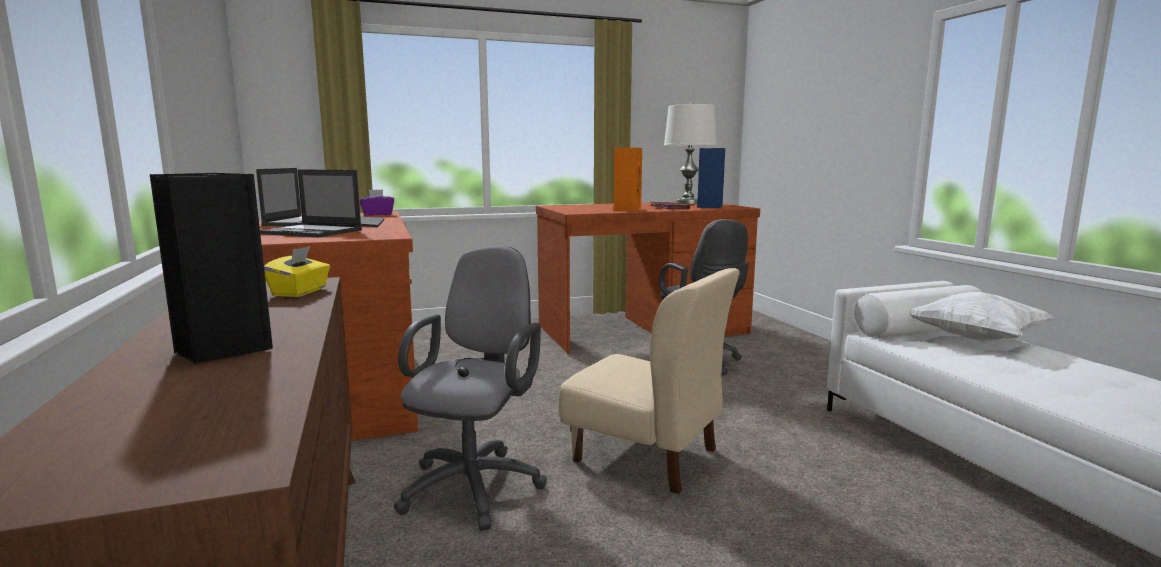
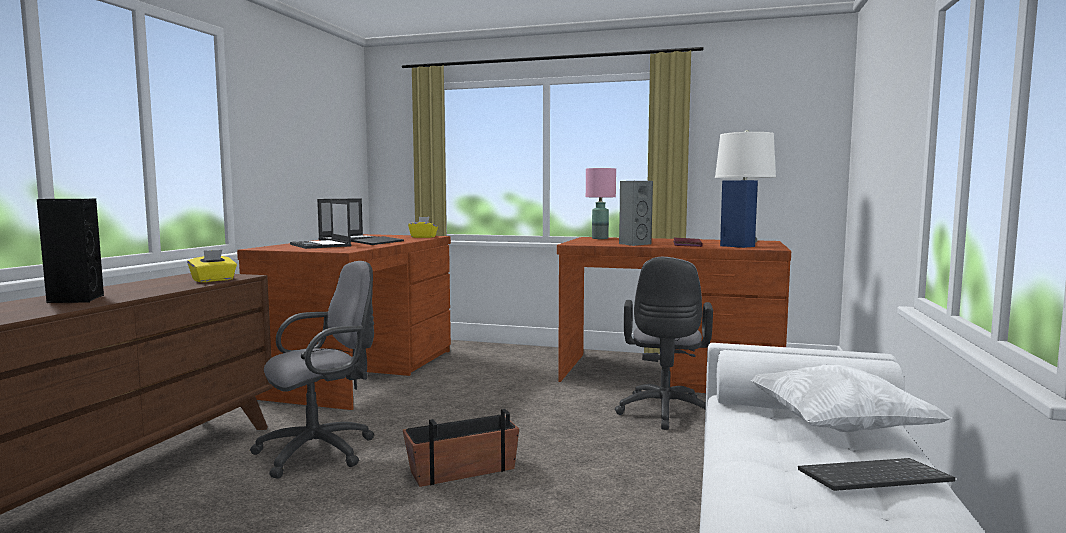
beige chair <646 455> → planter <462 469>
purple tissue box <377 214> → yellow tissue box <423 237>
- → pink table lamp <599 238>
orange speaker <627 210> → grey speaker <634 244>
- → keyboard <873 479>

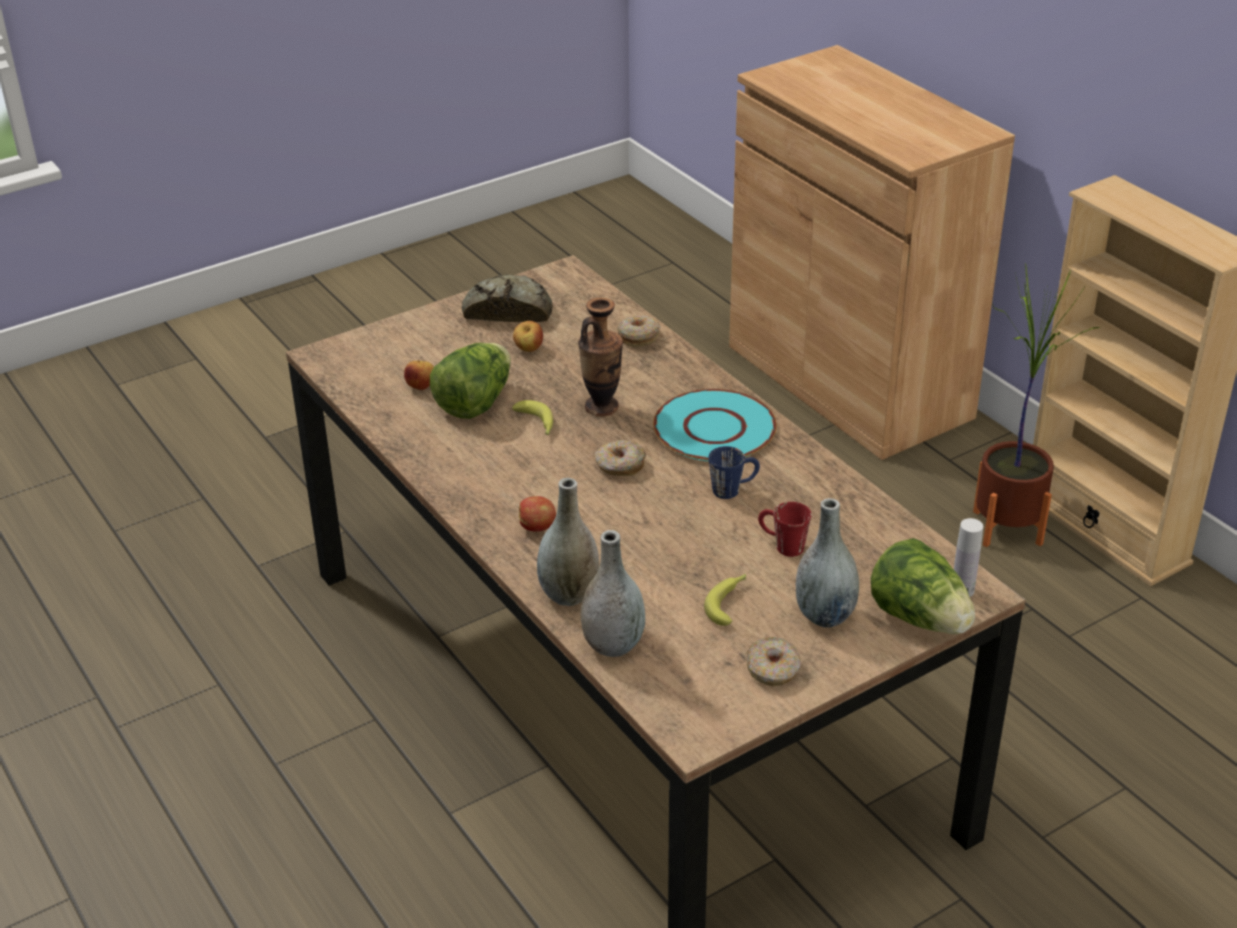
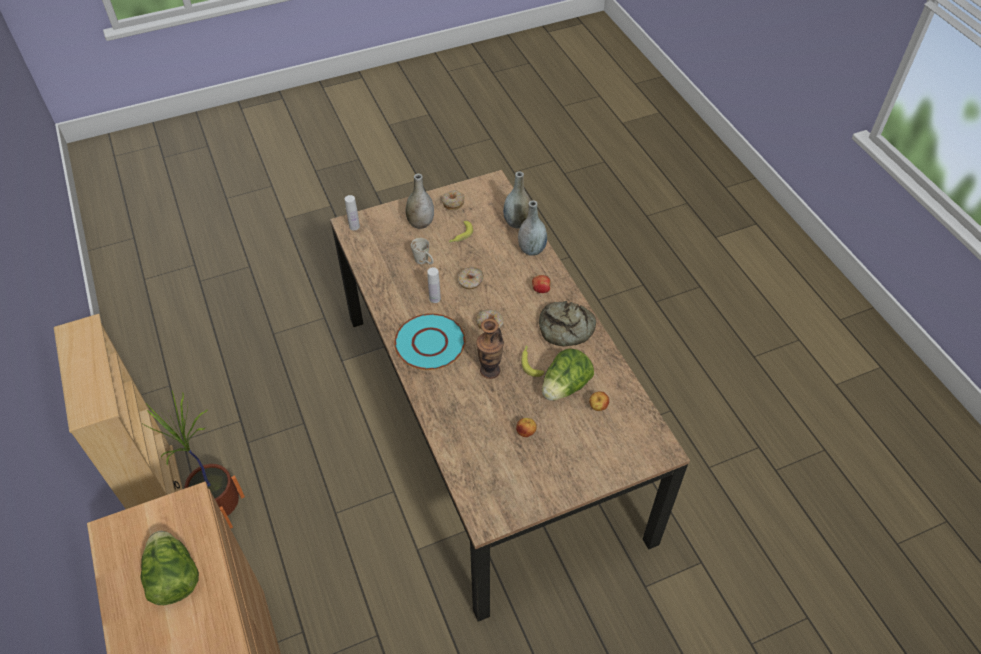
lettuce <920 618> → lettuce <173 577>, relocated
red mug <781 545> → white mug <424 261>
blue mug <733 489> → white bottle <435 298>
donut <638 337> → donut <470 281>, relocated
bread <508 310> → bread <566 329>, relocated

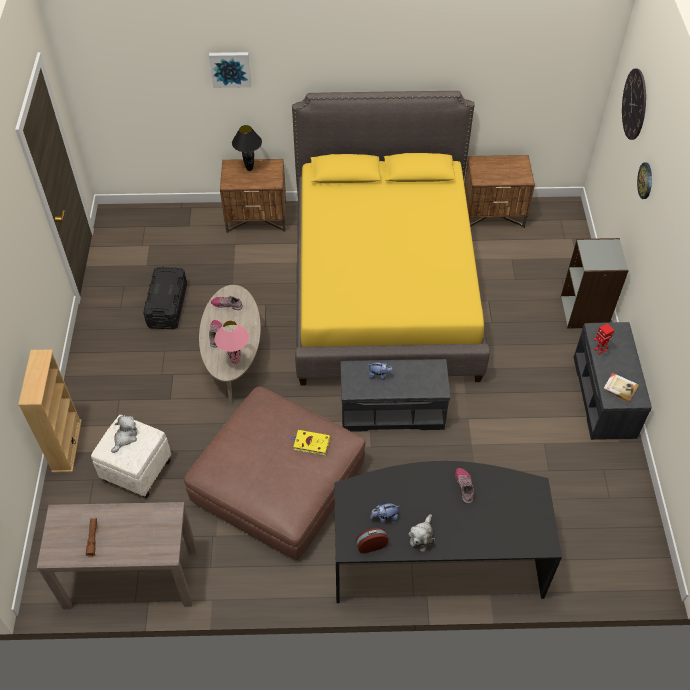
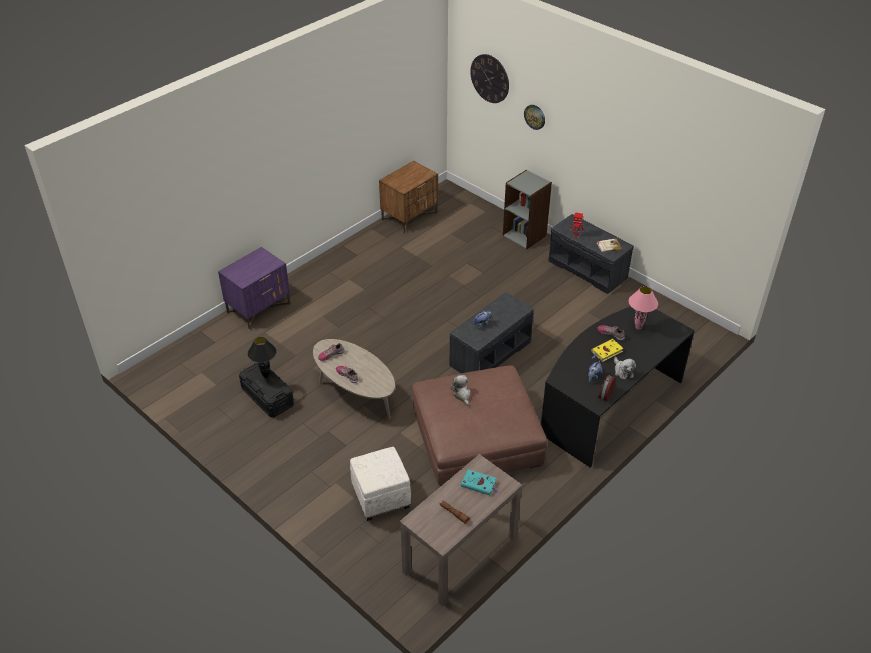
brown nightstand <257 218> → purple nightstand <259 308>
black table lamp <249 169> → black table lamp <265 376>, relocated
plush toy <125 437> → plush toy <461 395>, relocated
- → turquoise book <479 484>
yellow book <310 443> → yellow book <606 352>, relocated
pink table lamp <235 362> → pink table lamp <638 328>, relocated
beige bookcase <66 445> → -
picture <230 68> → -
yellow bed <384 286> → -

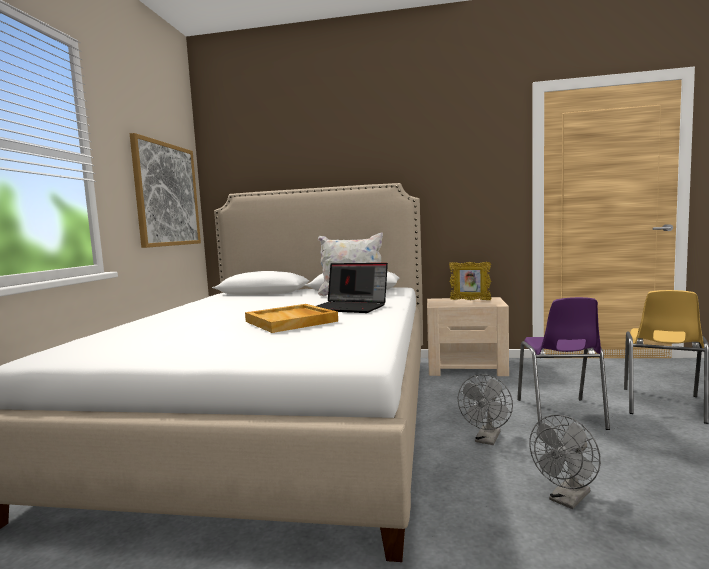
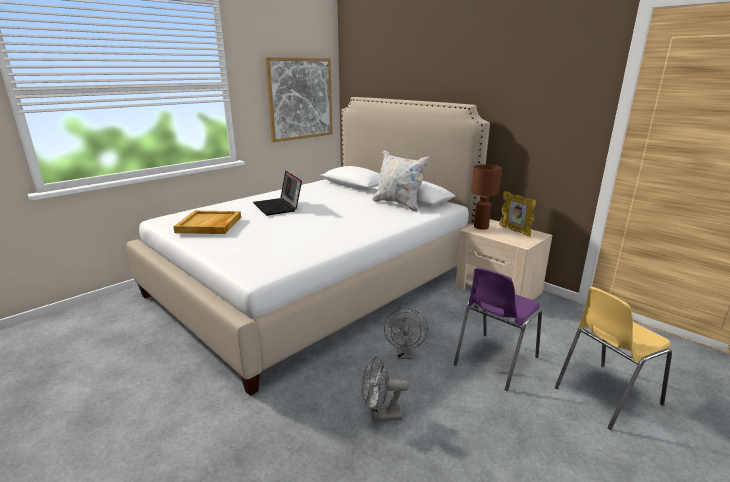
beige tray <291 321> → beige tray <209 225>, relocated
laptop <350 307> → laptop <278 207>, relocated
grey fan <487 440> → grey fan <405 354>, 60 degrees counterclockwise
- → brown table lamp <481 227>

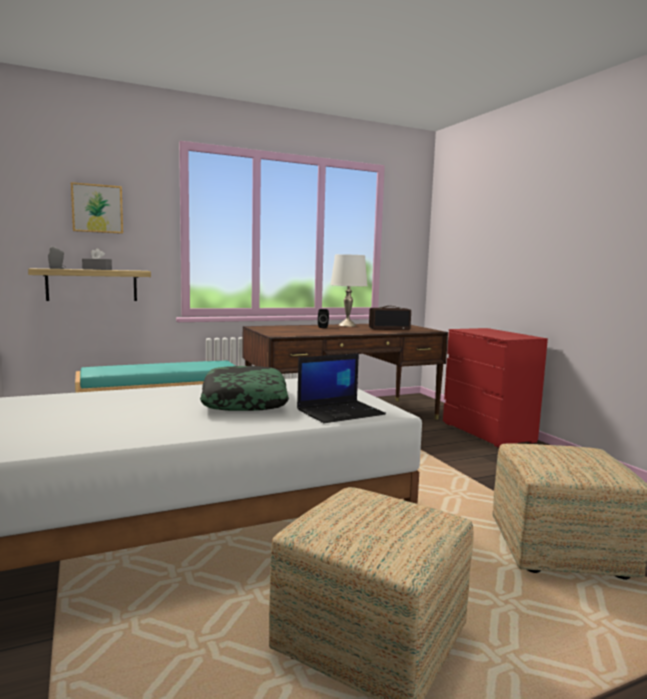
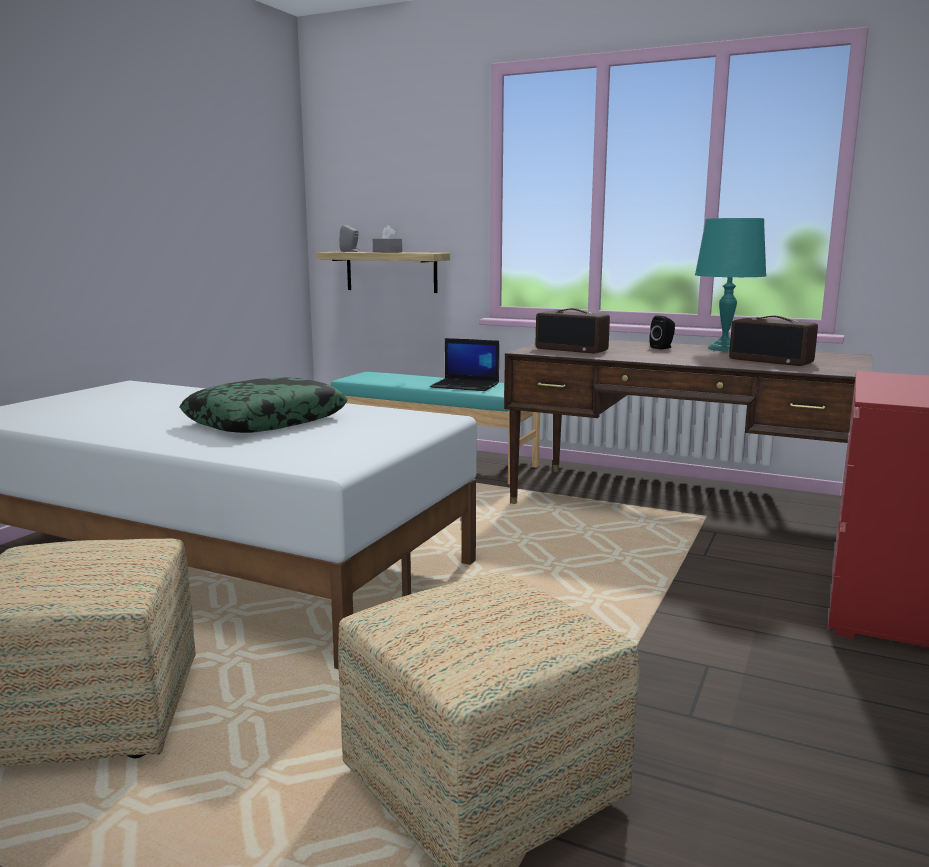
laptop <341 412> → laptop <466 385>, relocated
- → radio <572 349>
white table lamp <347 325> → turquoise table lamp <724 349>
picture <97 208> → -

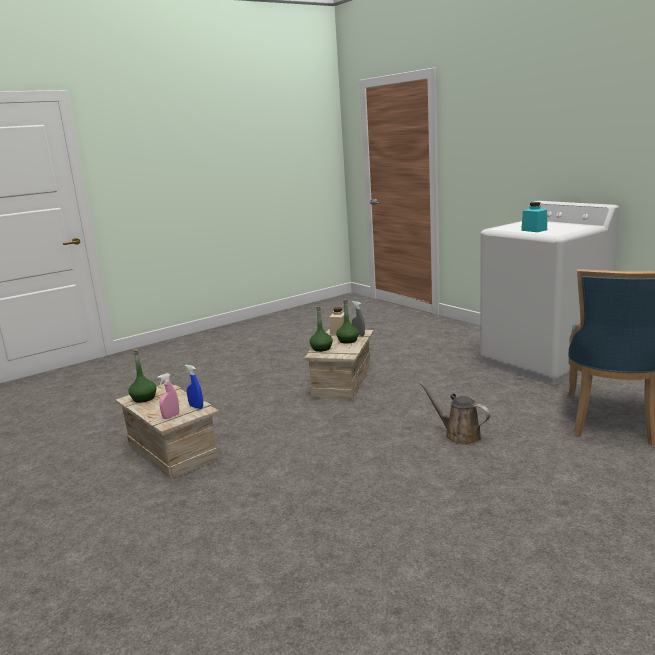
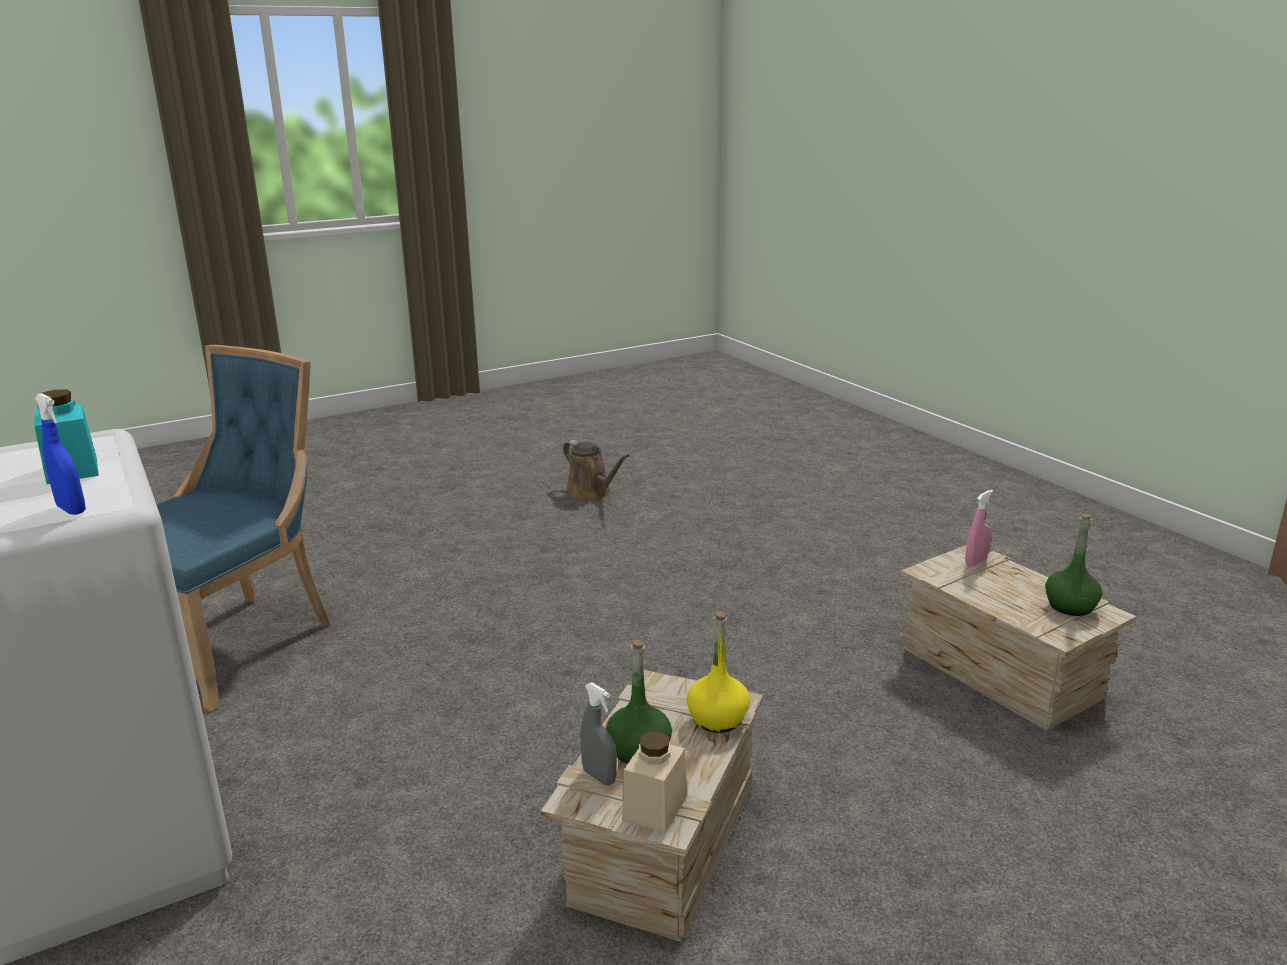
blue spray bottle <196 407> → blue spray bottle <71 509>, relocated
brown watering can <459 435> → brown watering can <591 493>, relocated
green bottle <321 348> → yellow bottle <718 719>

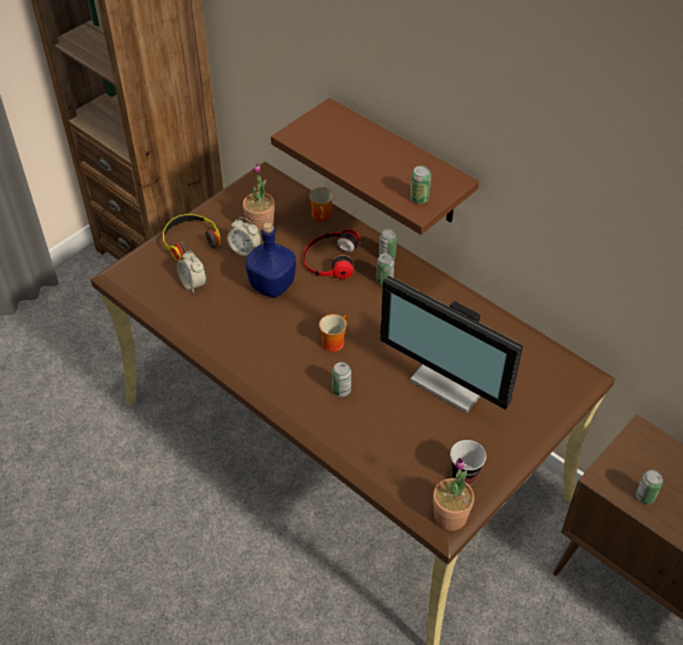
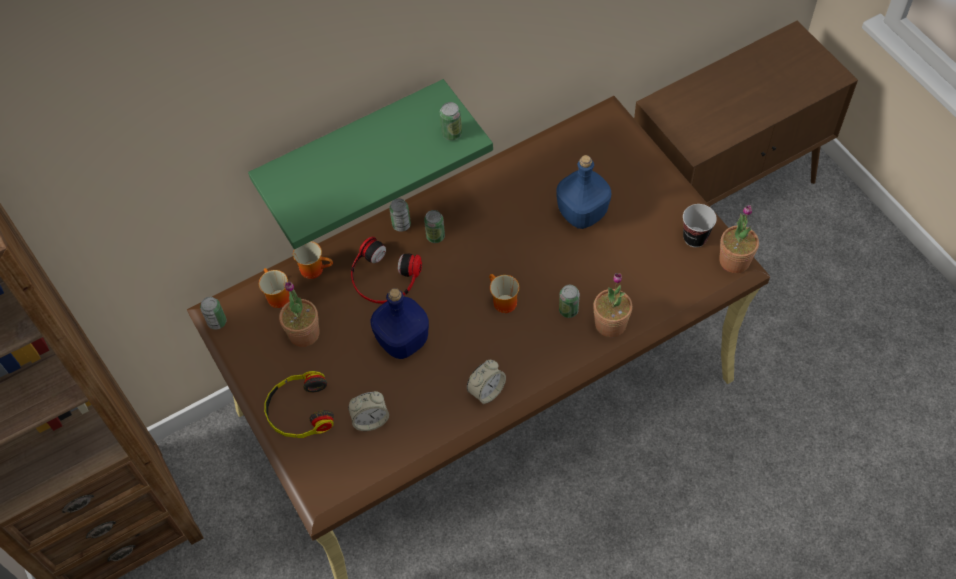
can <645 496> → can <217 322>, relocated
brown shelf <399 164> → green shelf <352 148>
- → mug <276 297>
alarm clock <245 250> → alarm clock <486 391>, relocated
monitor <454 379> → blue bottle <583 213>
- → potted plant <610 324>

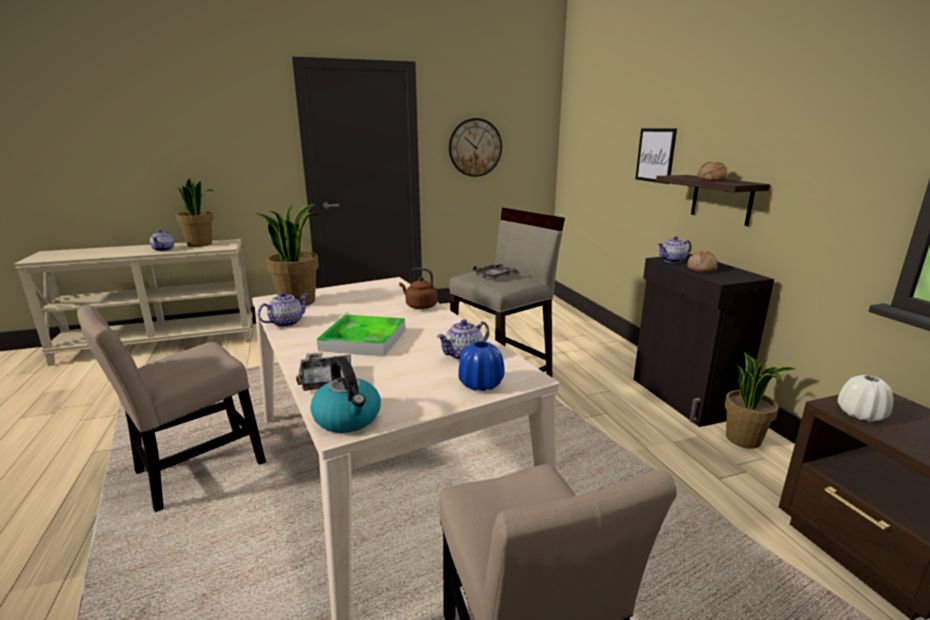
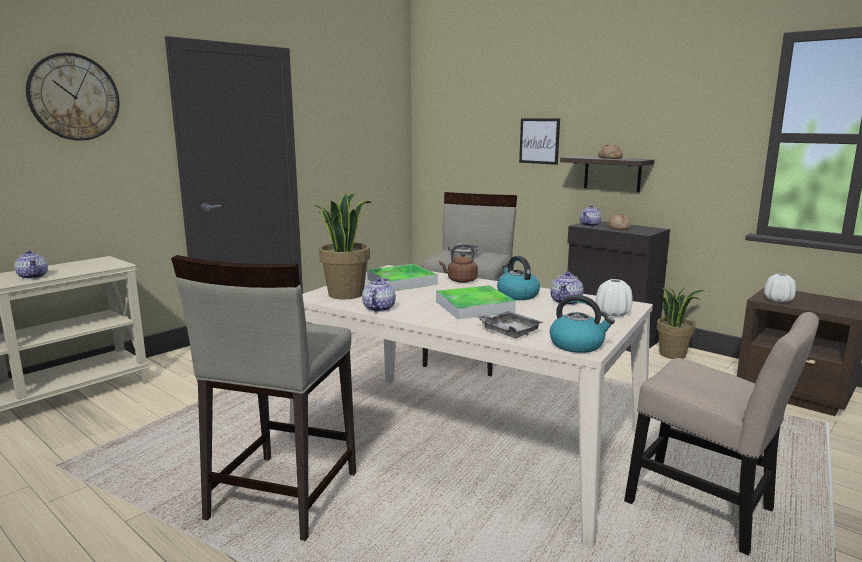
wall clock <475 147> → wall clock <74 97>, relocated
beige chair <193 471> → beige stool <282 496>
- → tray <402 282>
- → kettle <517 295>
blue vase <481 384> → white vase <613 313>
potted plant <200 244> → -

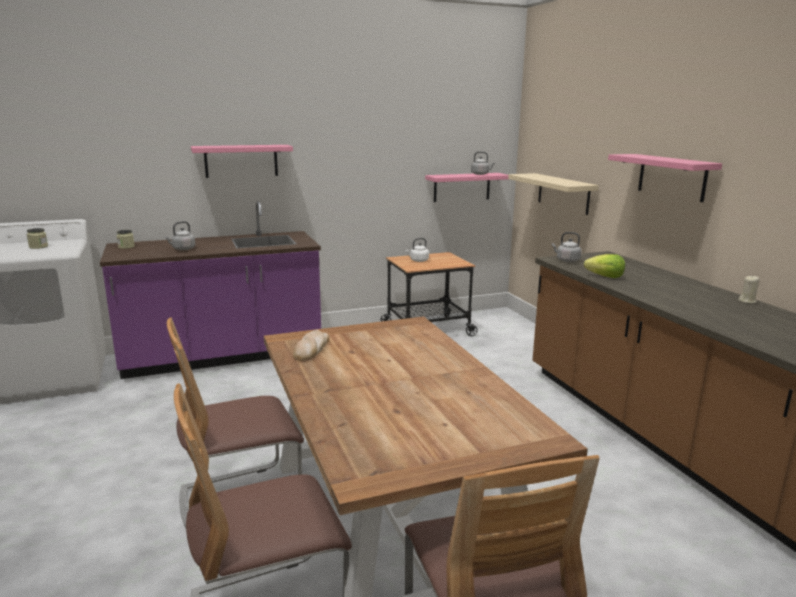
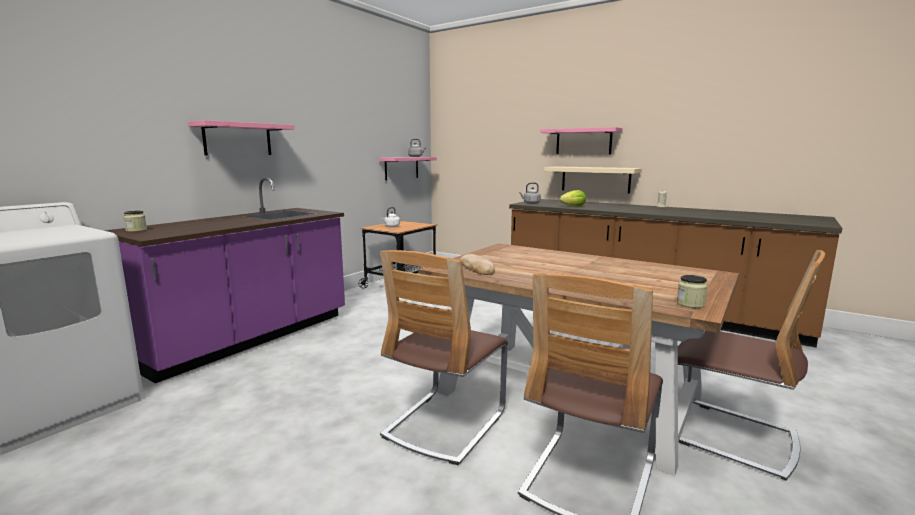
beige shelf <563 193> → beige shelf <595 179>, relocated
jar <38 247> → jar <690 304>, relocated
grey kettle <182 249> → -

